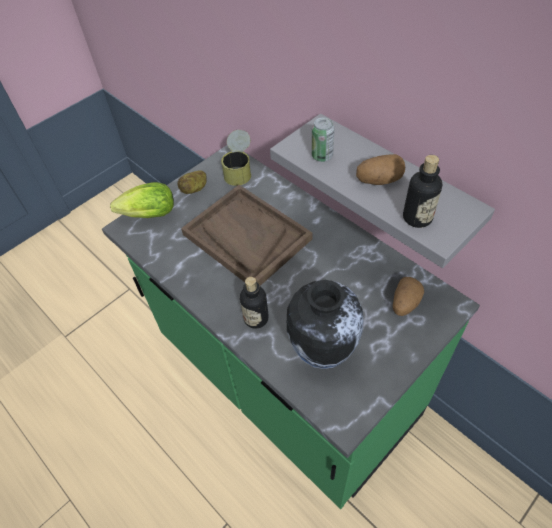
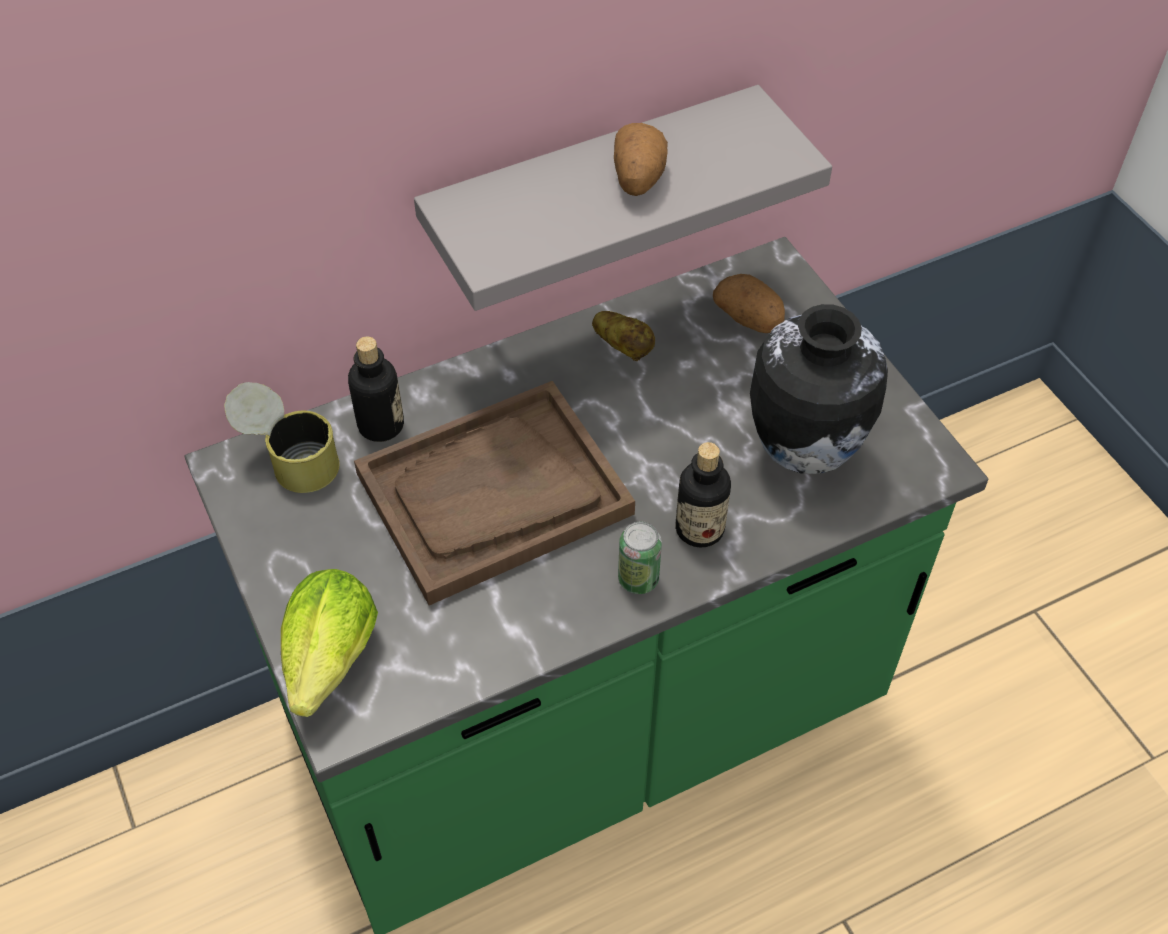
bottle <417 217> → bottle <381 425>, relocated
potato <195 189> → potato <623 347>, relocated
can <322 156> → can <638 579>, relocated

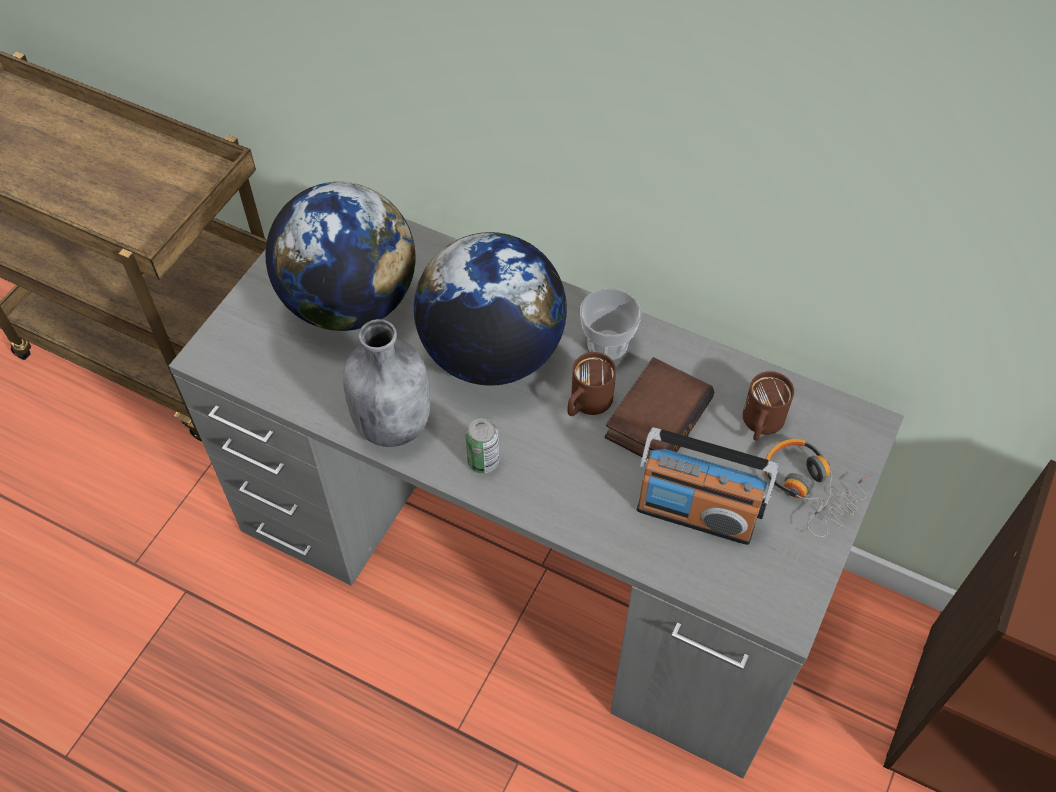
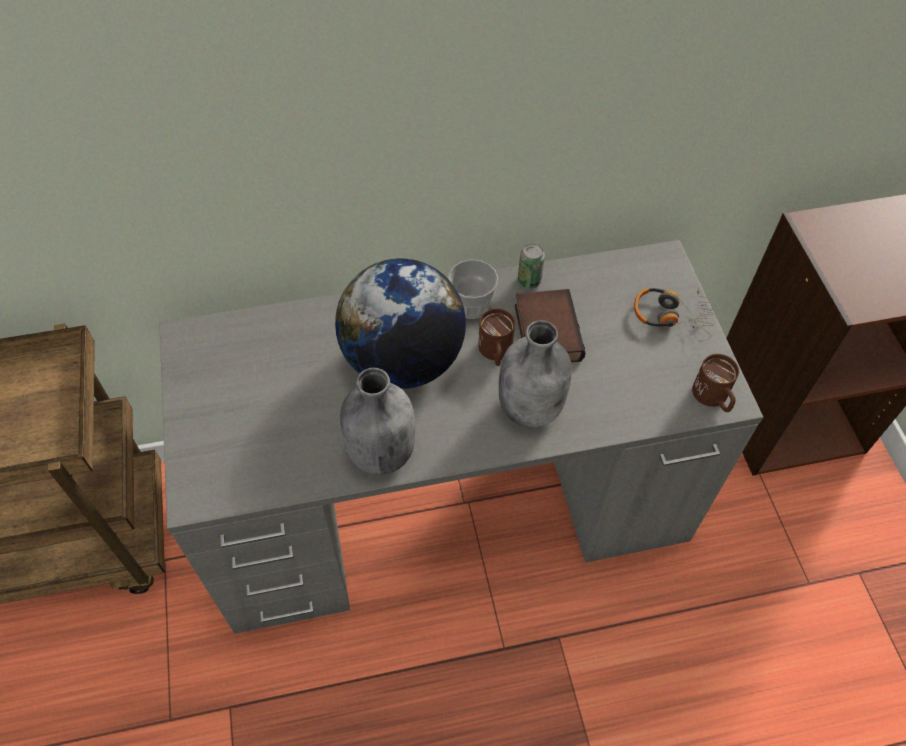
- → grey bottle <531 407>
can <483 461> → can <529 281>, relocated
brown mug <760 425> → brown mug <713 398>, relocated
globe <350 302> → -
radio <696 514> → -

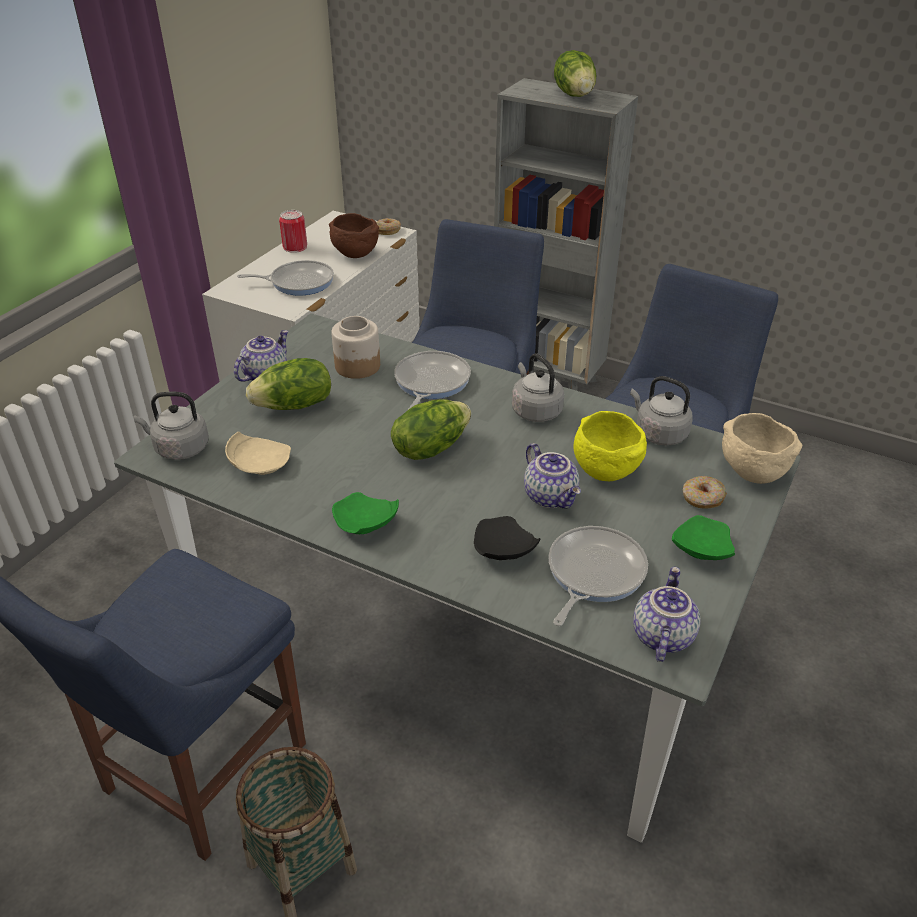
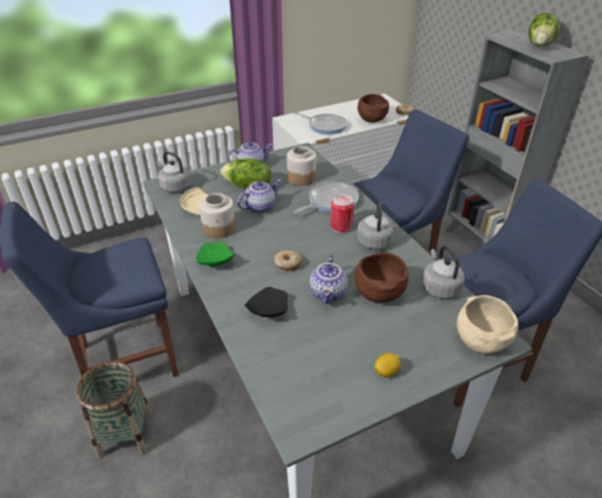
- → jar <219 229>
teapot <661 635> → teapot <260 207>, relocated
donut <702 498> → donut <287 264>, relocated
can <295 247> → can <341 226>, relocated
yellow bowl <604 469> → brown bowl <378 293>
green plate <700 550> → lemon <386 371>
lettuce <430 447> → -
frying pan <593 573> → -

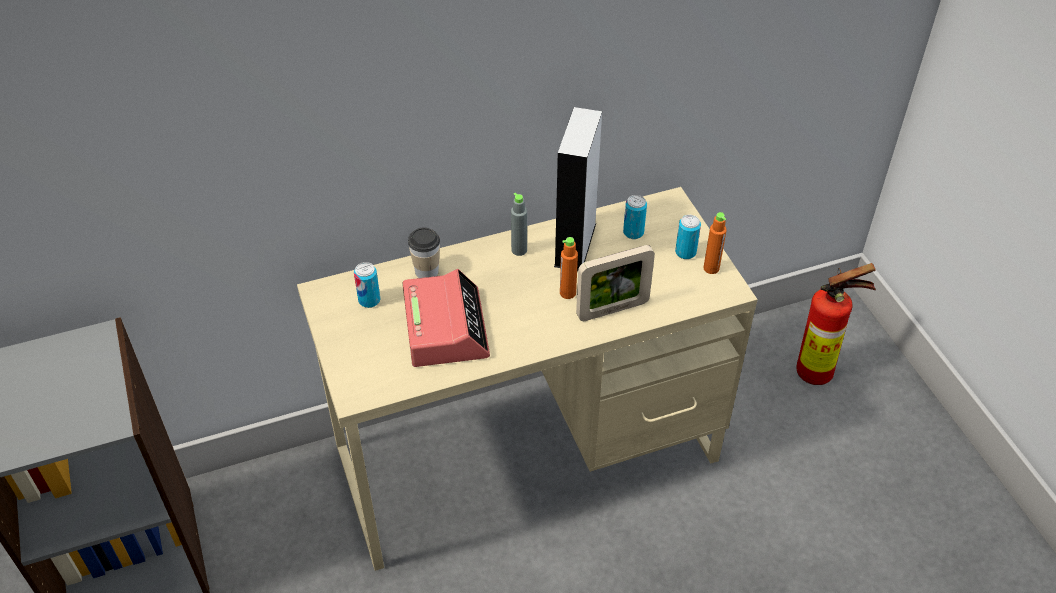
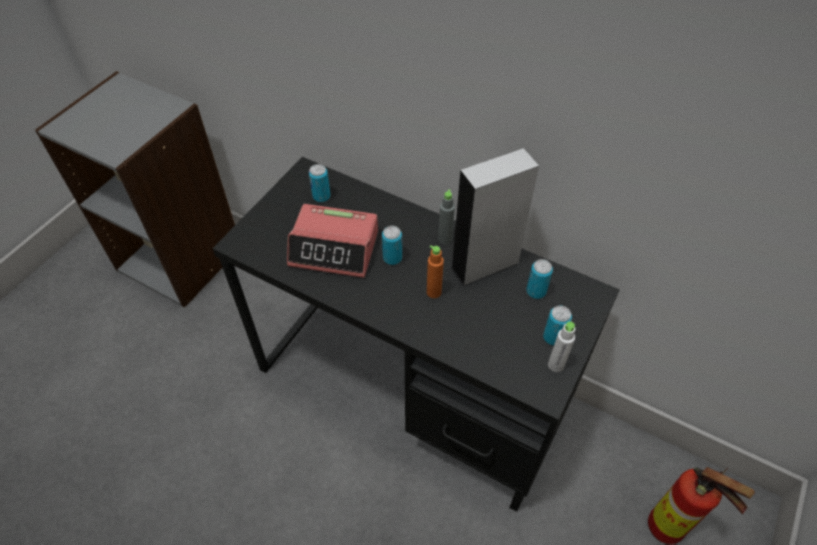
beige desk <528 453> → black desk <411 387>
alarm clock <445 328> → alarm clock <334 248>, 60 degrees clockwise
- → can <392 258>
orange bottle <711 268> → white bottle <555 365>
cup <426 271> → -
picture frame <612 309> → -

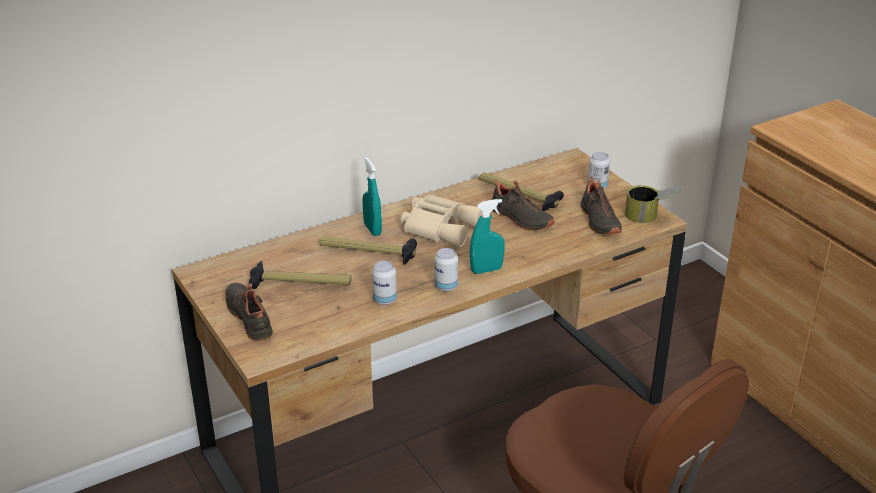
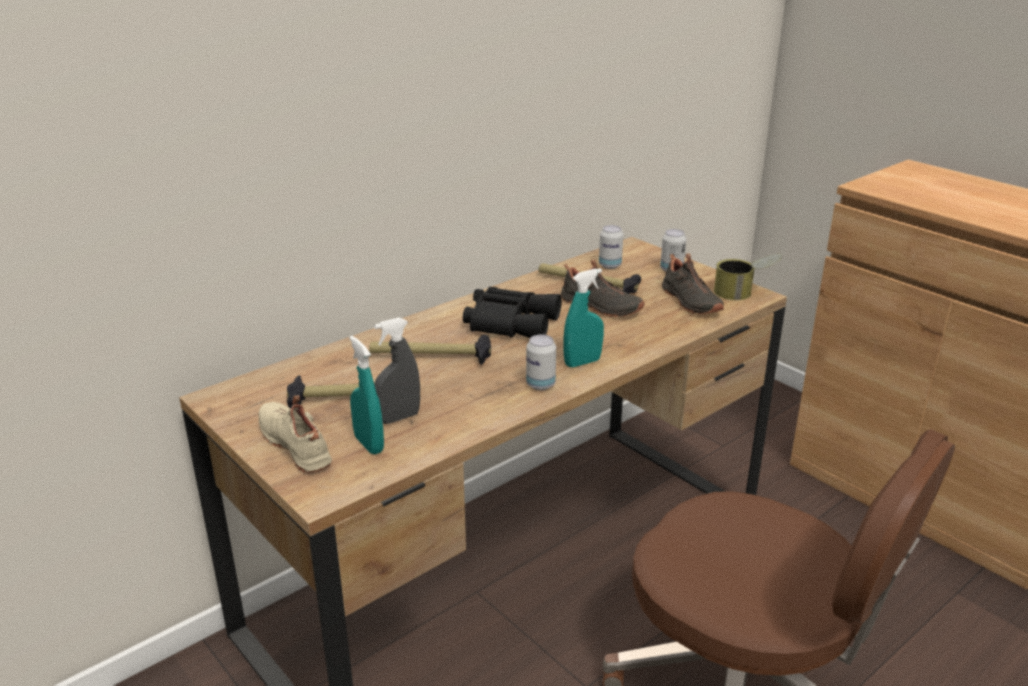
black shoe <251 317> → beige shoe <297 444>
turquoise spray bottle <372 229> → turquoise spray bottle <369 444>, relocated
- → grey spray bottle <399 418>
beige binoculars <441 226> → black binoculars <510 322>
can <385 300> → can <610 265>, relocated

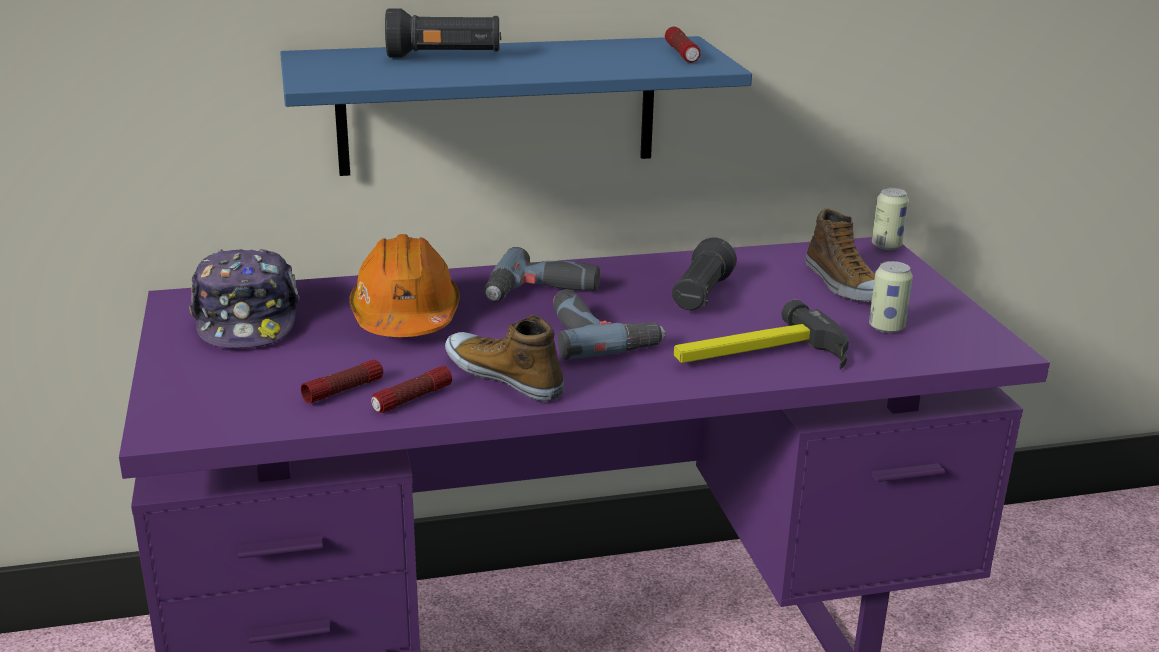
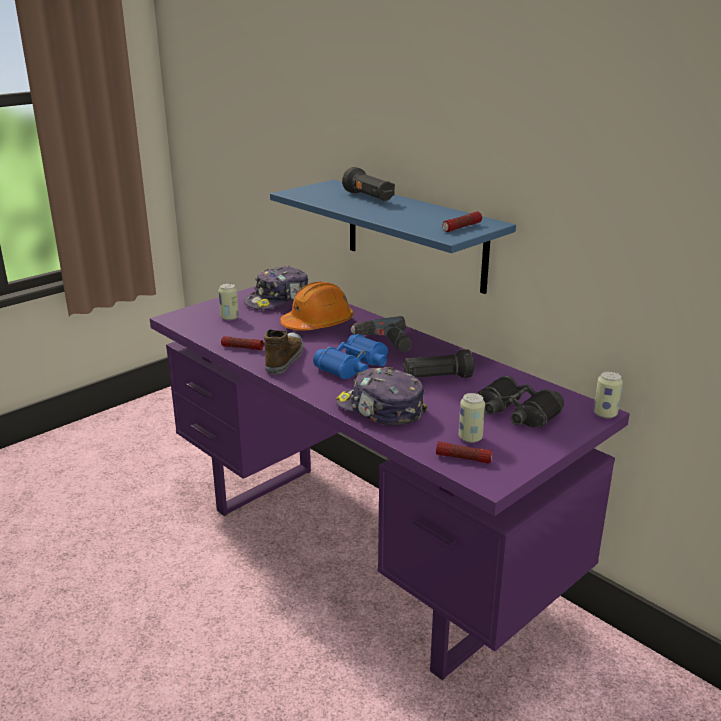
- → can <229 317>
power drill <600 335> → blue binoculars <354 366>
hammer <758 356> → cap <380 409>
flashlight <343 390> → flashlight <463 458>, relocated
shoe <843 284> → black binoculars <516 413>

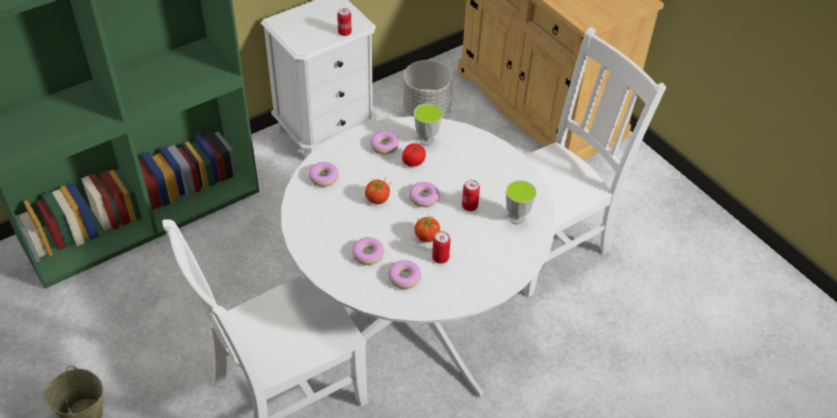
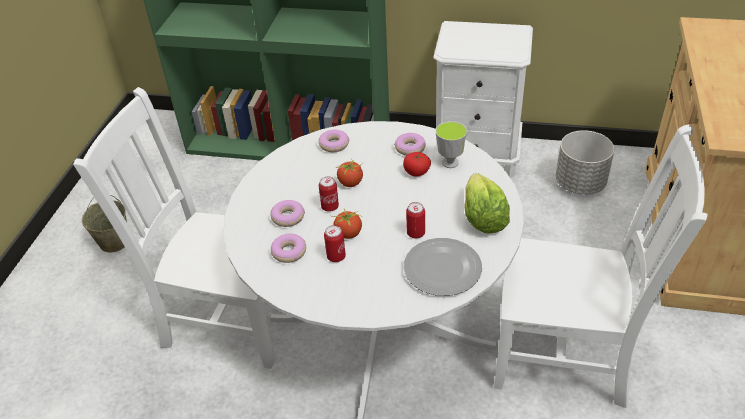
can <344 33> → can <330 207>, relocated
cup <516 218> → plate <443 269>
- → lettuce <483 218>
donut <423 198> → -

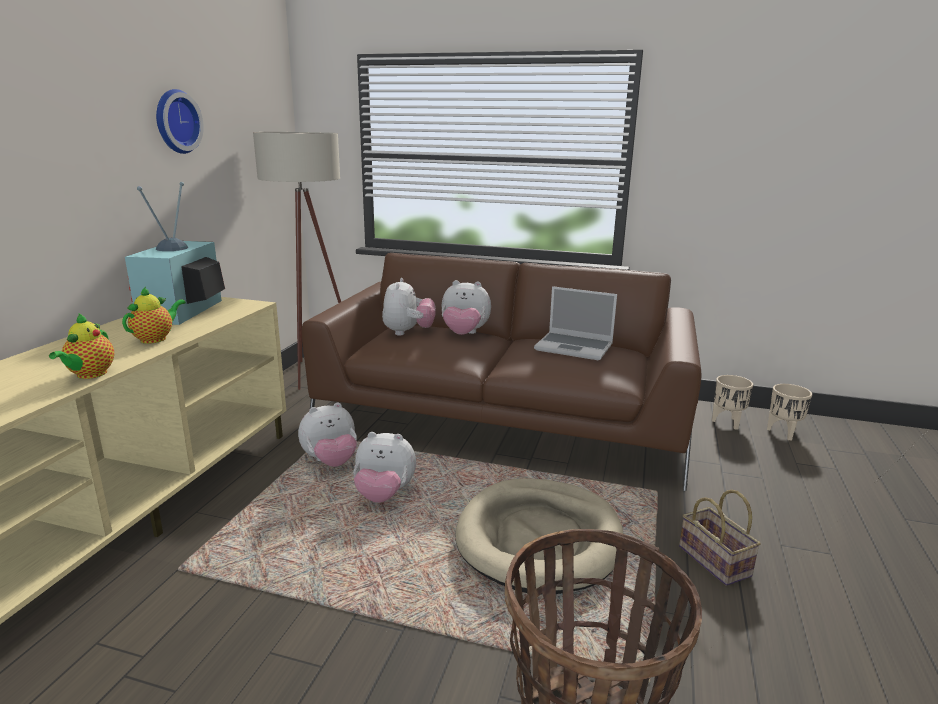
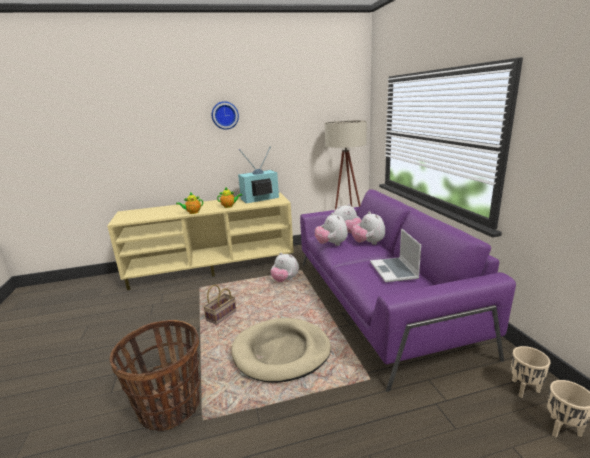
basket <716 561> → basket <221 316>, relocated
wall clock <175 121> → wall clock <225 115>, relocated
brown sofa <502 419> → purple sofa <378 301>
plush toy <384 495> → plush toy <331 244>, relocated

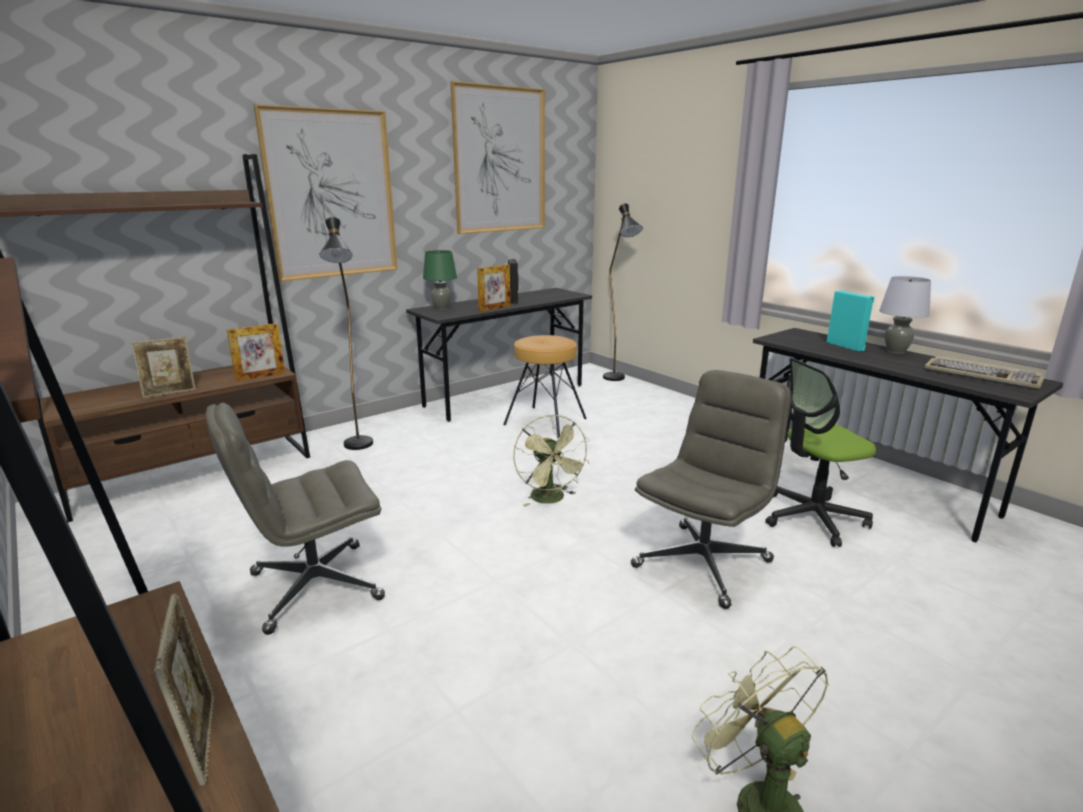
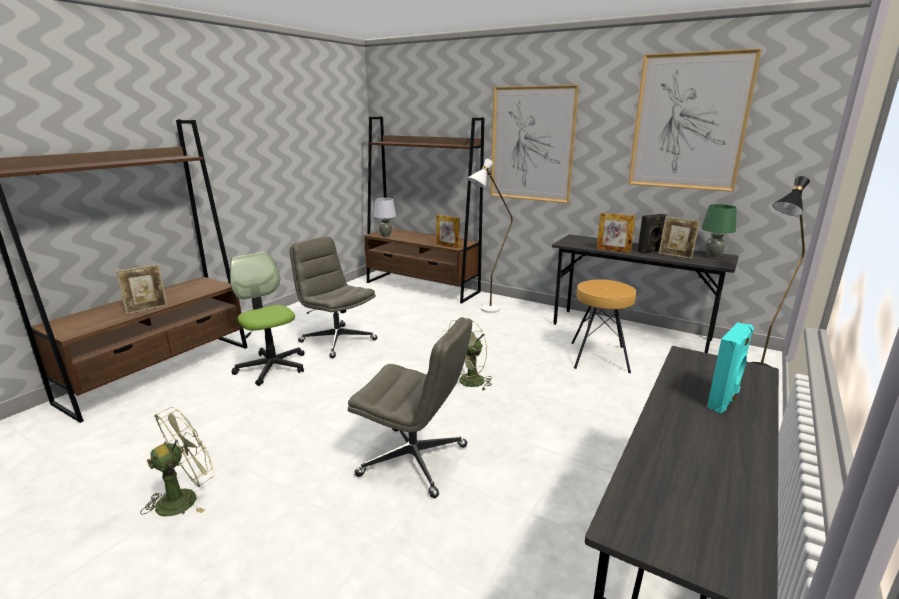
office chair <812 518> → office chair <272 367>, relocated
grey table lamp <895 351> → grey table lamp <386 236>, relocated
black floor lamp <359 448> → white floor lamp <484 311>
picture frame <170 393> → picture frame <675 256>, relocated
green table lamp <441 308> → green table lamp <713 257>, relocated
keyboard <982 375> → -

